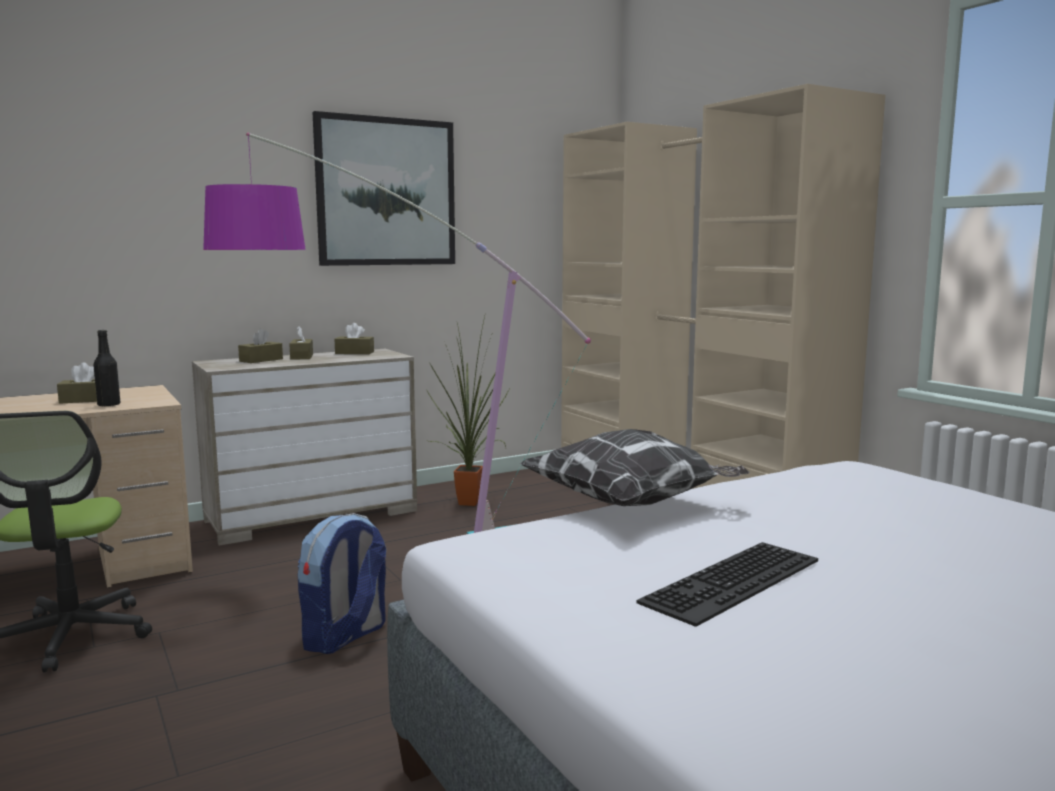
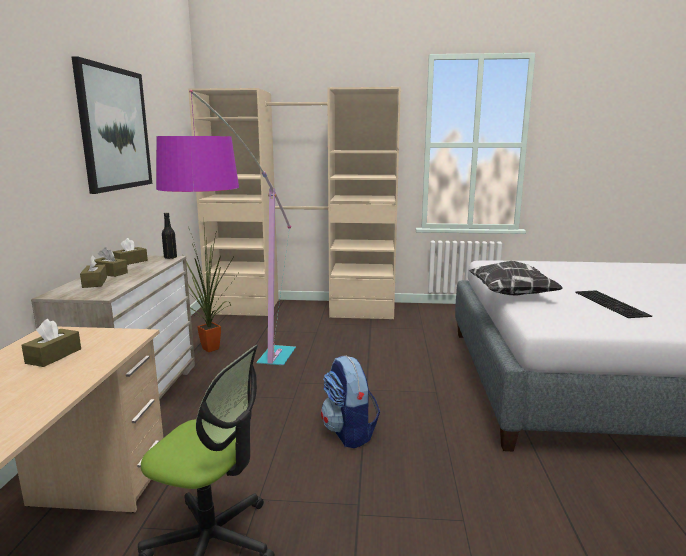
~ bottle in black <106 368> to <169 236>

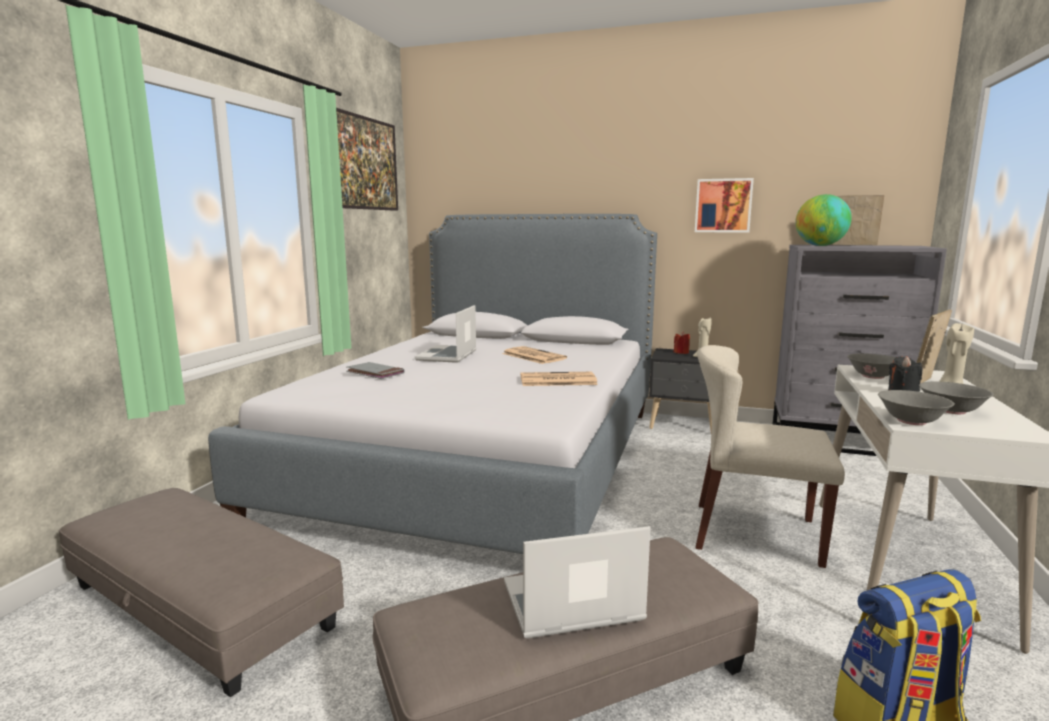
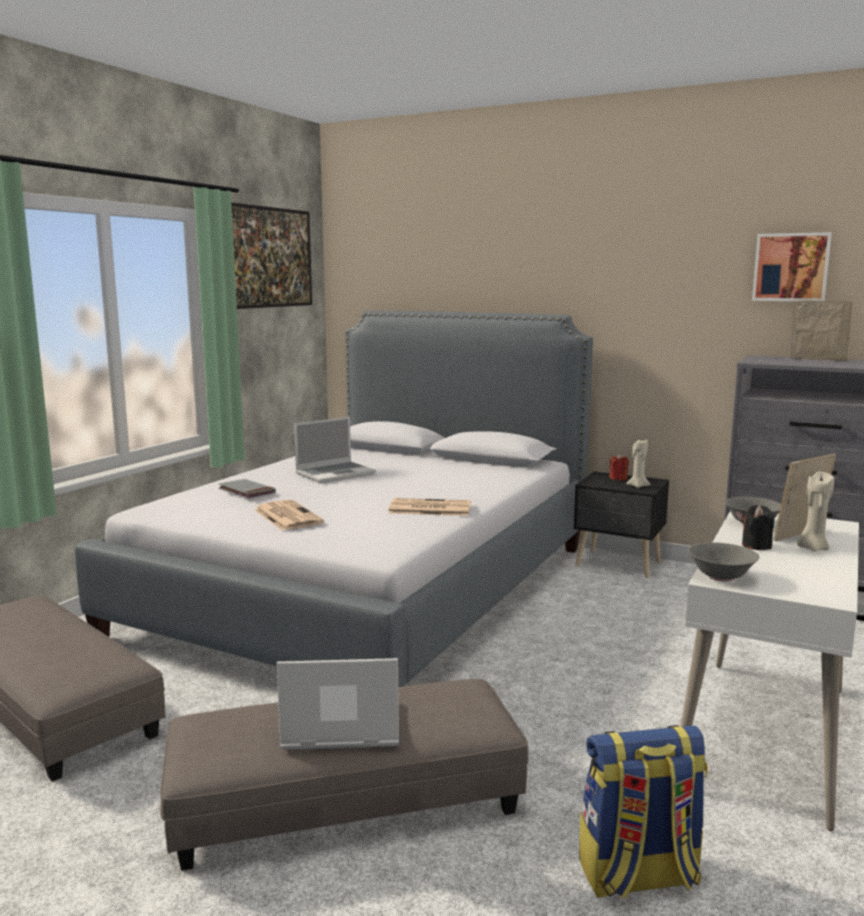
~ picture <724 205> to <792 266>
- globe <823 220>
~ laptop <446 334> = <335 450> 150 degrees counterclockwise
- chair in beige <770 456>
~ newspaper <534 355> to <289 515>
- bowl in grey <956 397>

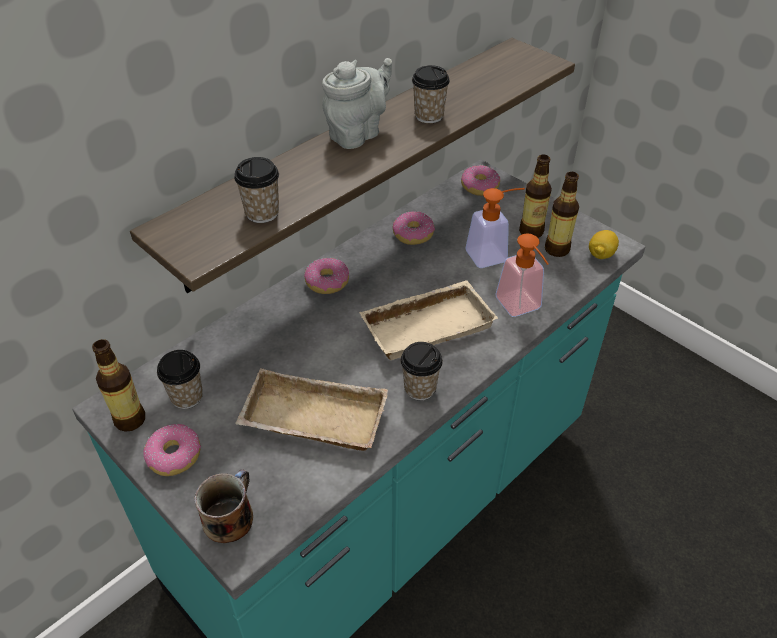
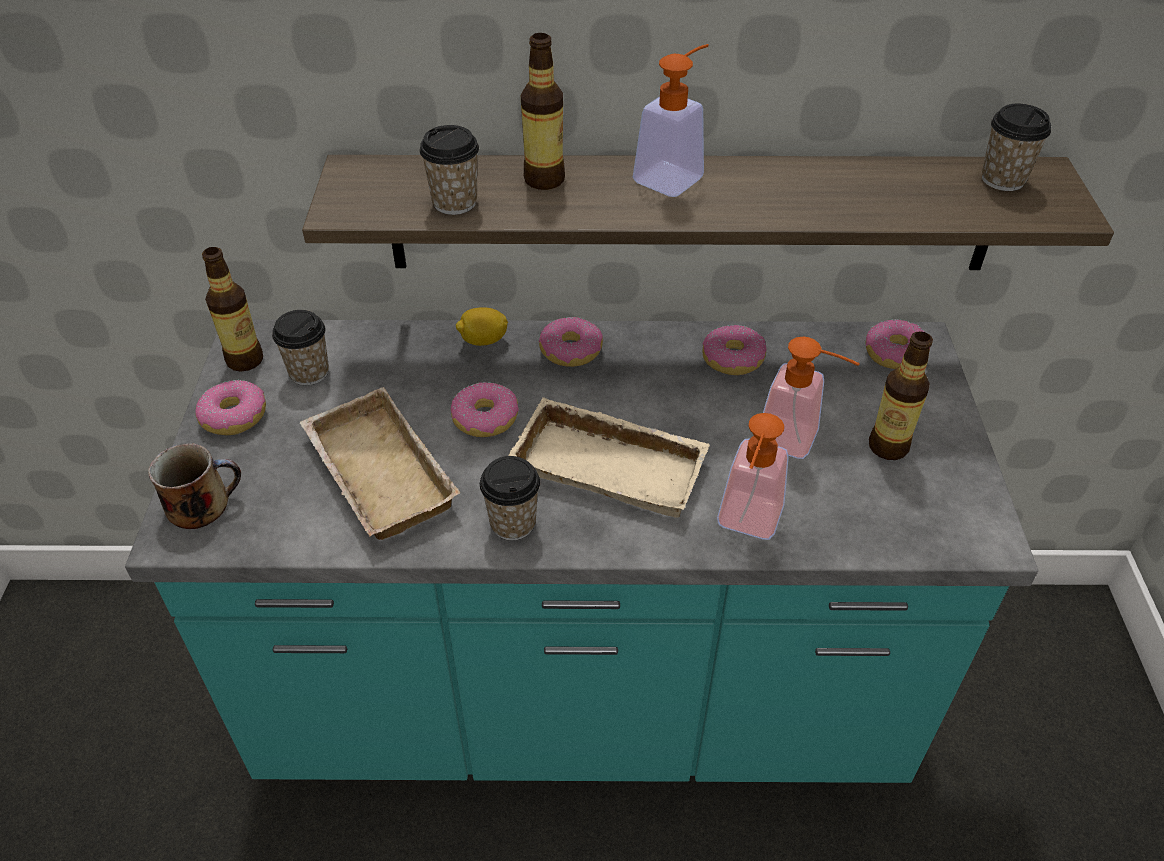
~ teapot in grey <357 103> to soap dispenser <671 120>
~ cup <431 94> to <1016 147>
~ bottle <562 214> to <543 111>
~ lemon <604 244> to <482 326>
+ donut <485 409>

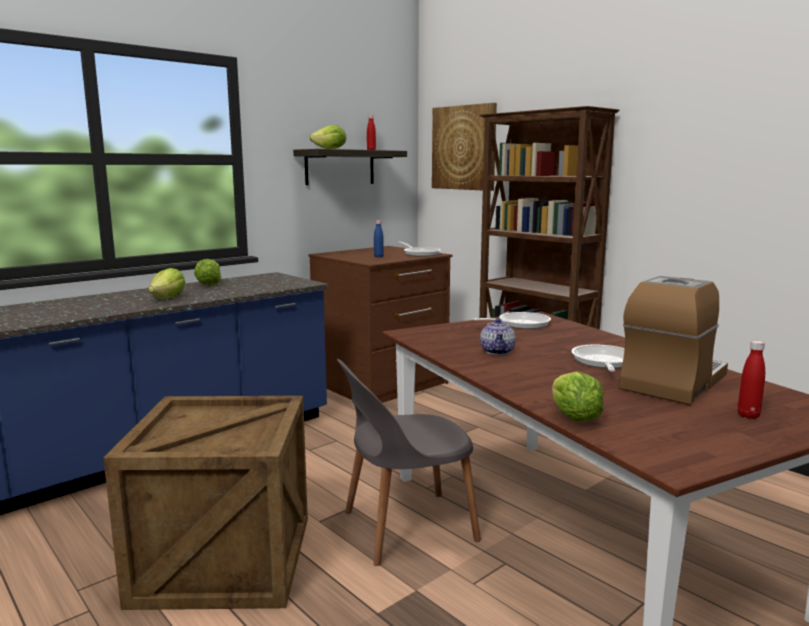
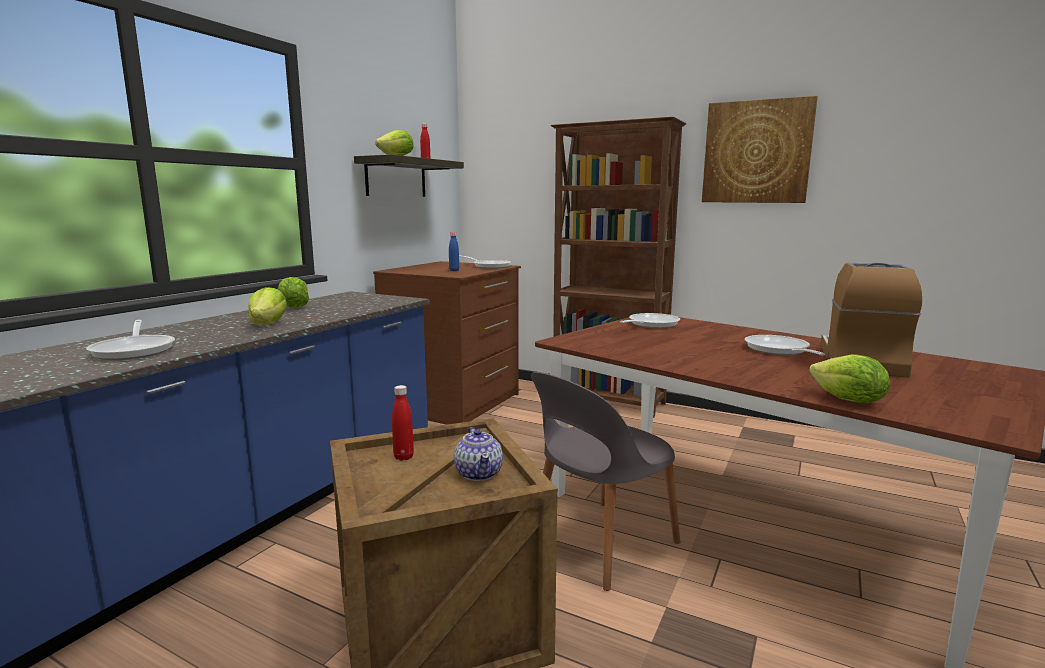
~ picture <464 147> to <760 149>
~ teapot <498 336> to <478 454>
~ bottle in red <751 380> to <403 423>
+ frying pan <130 340>

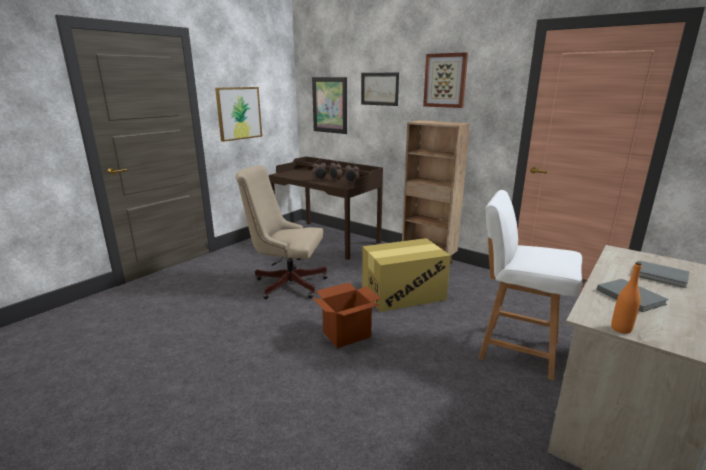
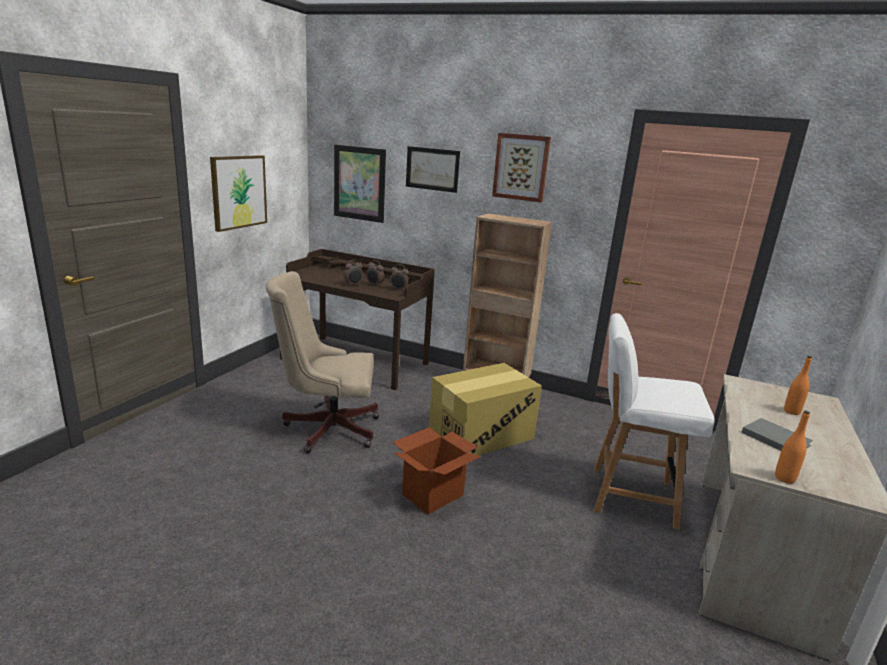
~ book in grey <664 274> to bottle in orange <798 385>

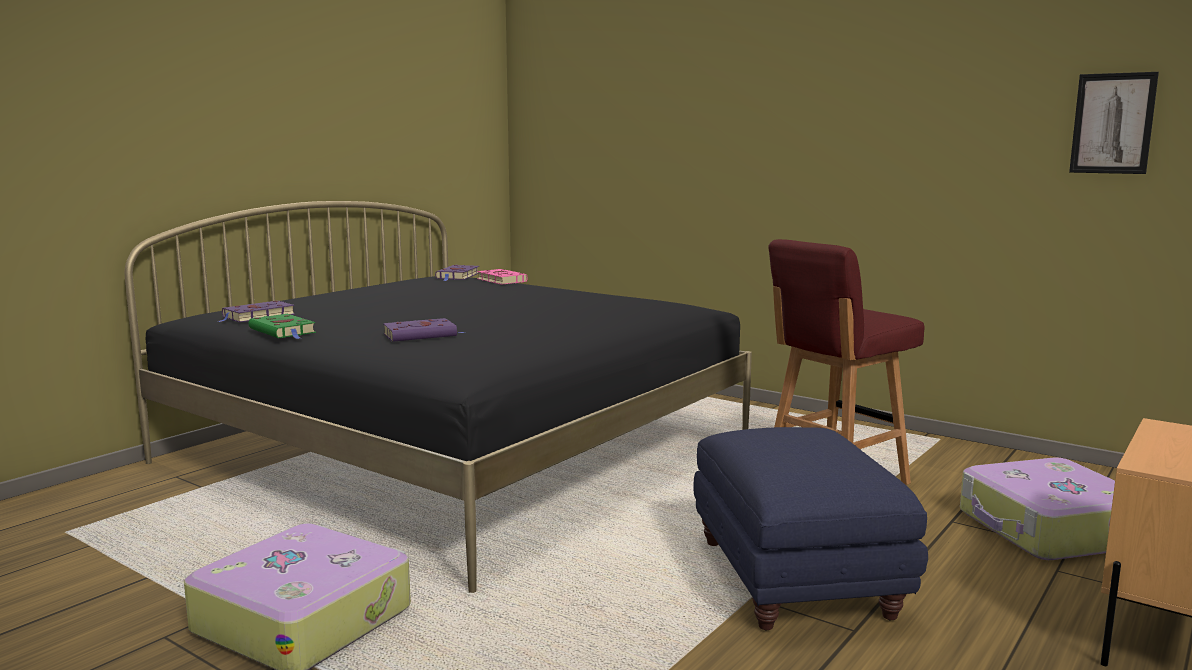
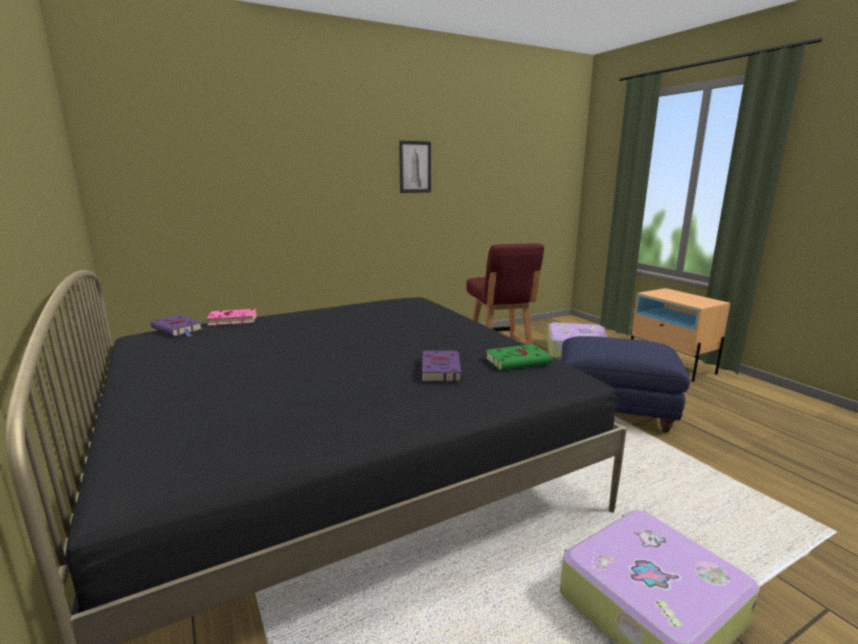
~ picture <1114 123> to <415 167>
- book in purple <256 311>
~ book in green <282 326> to <519 357>

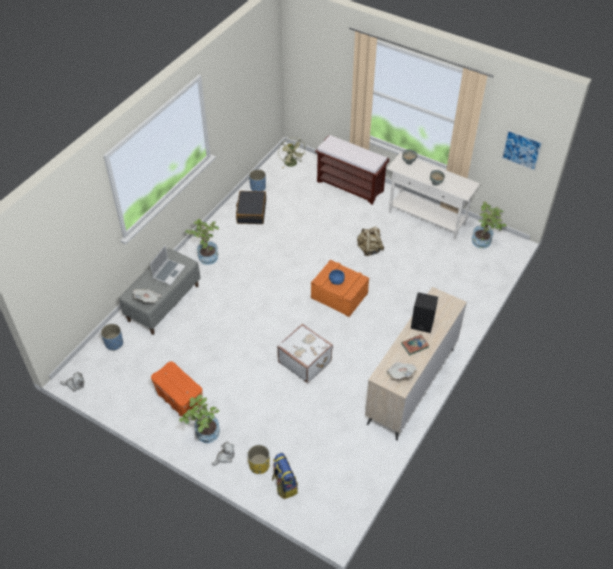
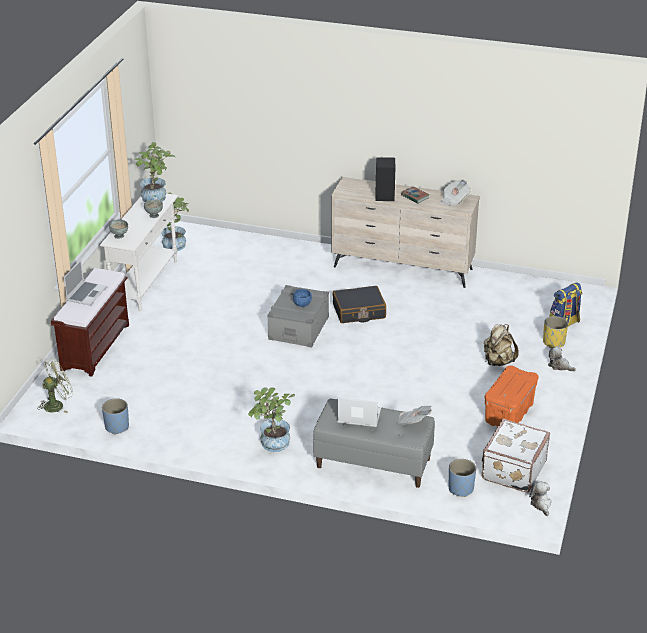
- picture <522 150>
~ suitcase in black <251 207> to <359 304>
~ backpack in beige <370 241> to <501 345>
~ storage box in orange <340 288> to storage box in grey <298 316>
~ suitcase in white <305 353> to <516 456>
~ potted plant <199 418> to <154 172>
+ laptop <85 282>

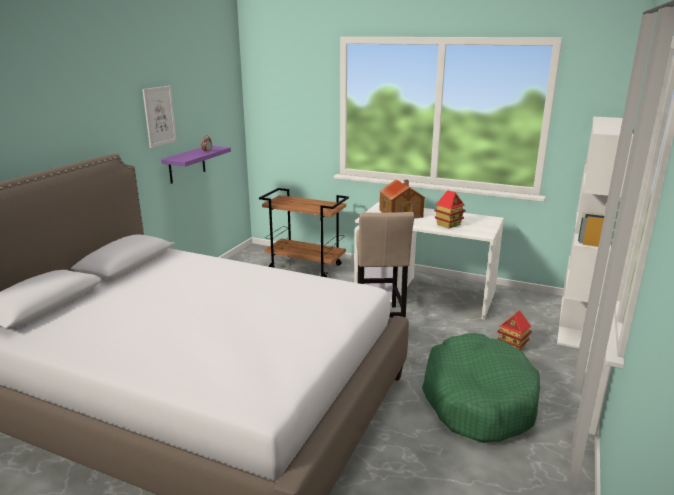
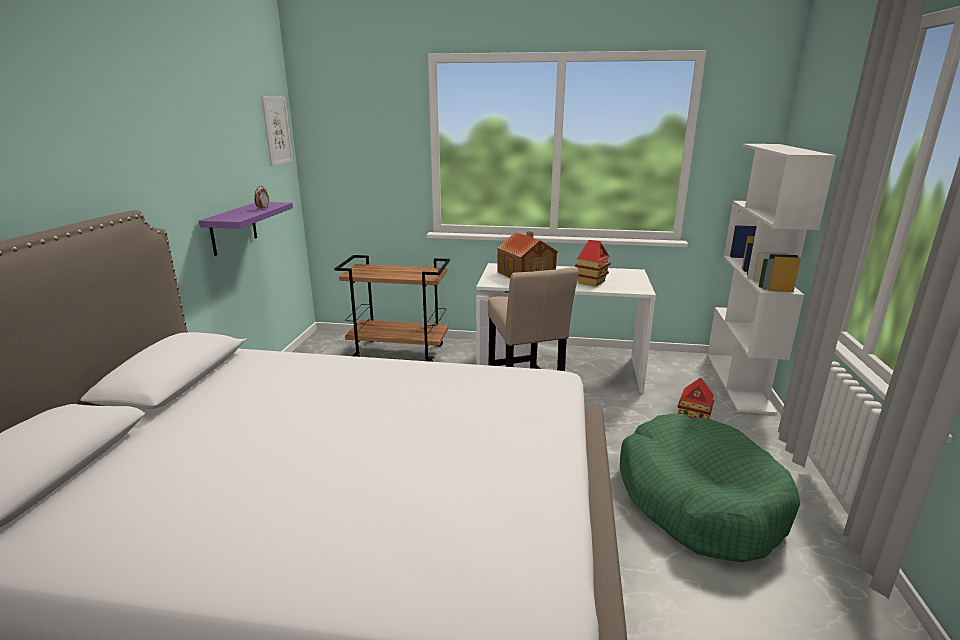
~ picture <159 117> to <277 131>

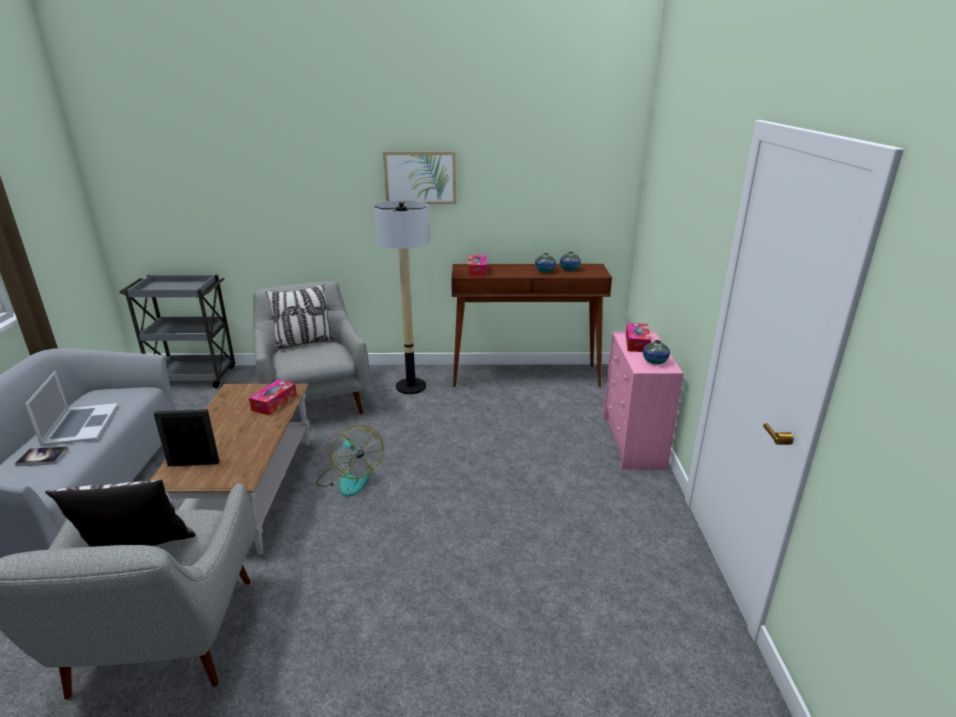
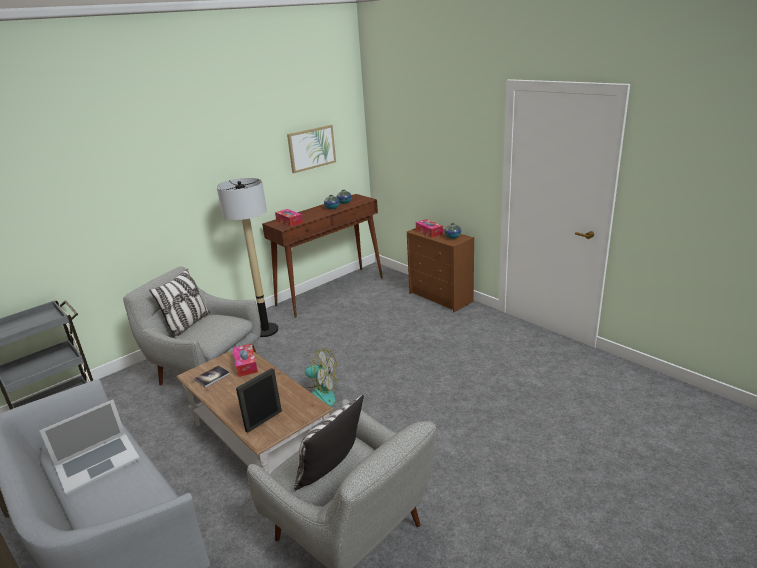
~ picture <419 177> to <311 149>
~ dresser in pink <643 401> to dresser in brown <440 270>
~ laptop <71 408> = <89 447> 105 degrees clockwise
~ book <41 456> to <212 376>

